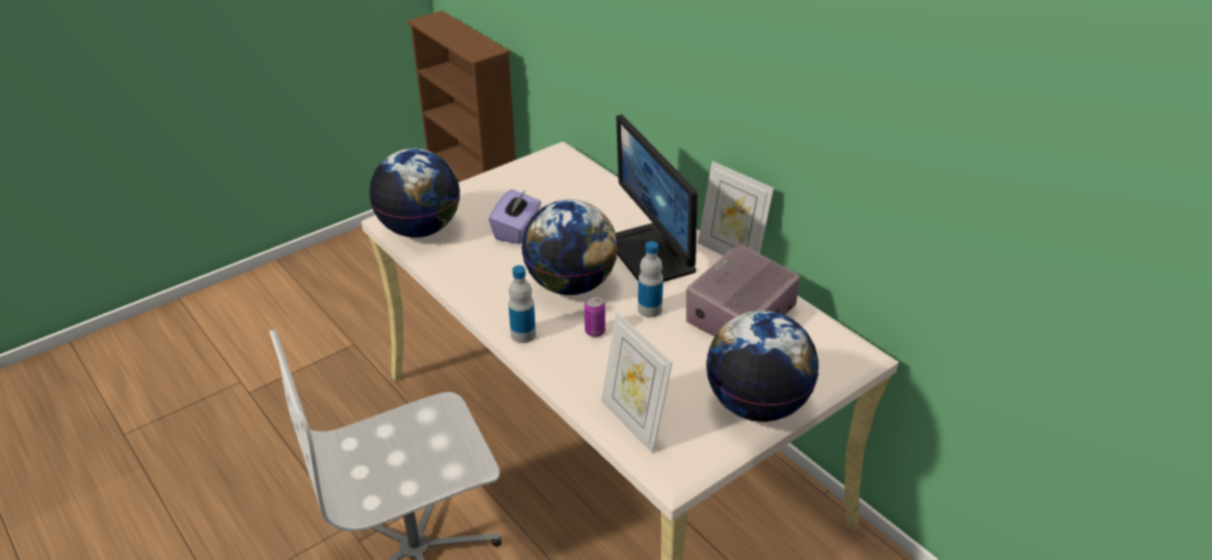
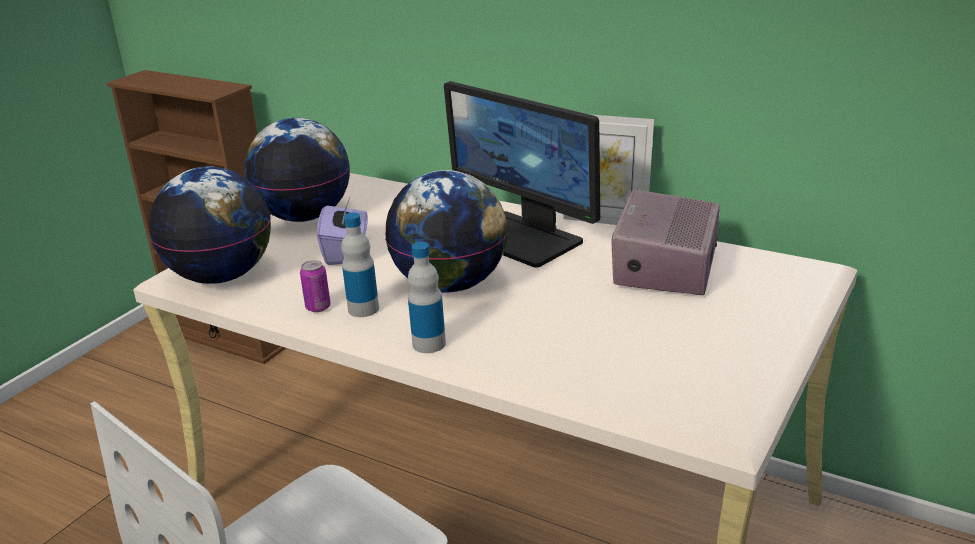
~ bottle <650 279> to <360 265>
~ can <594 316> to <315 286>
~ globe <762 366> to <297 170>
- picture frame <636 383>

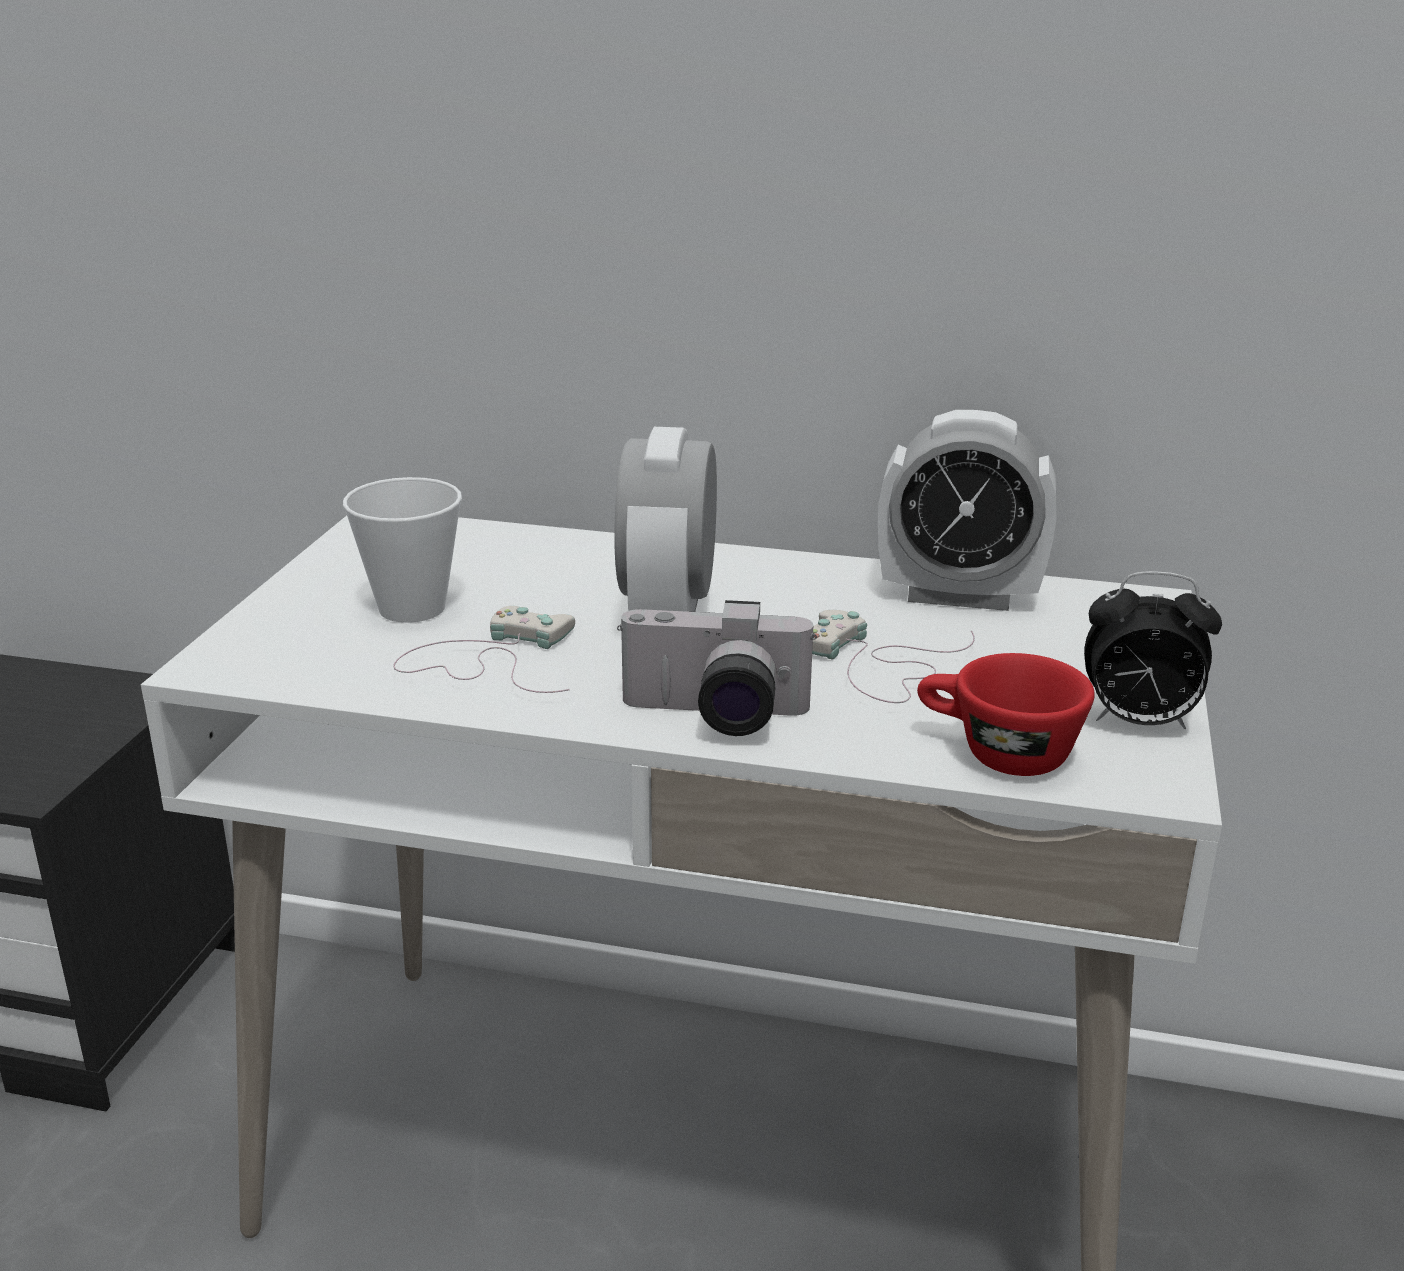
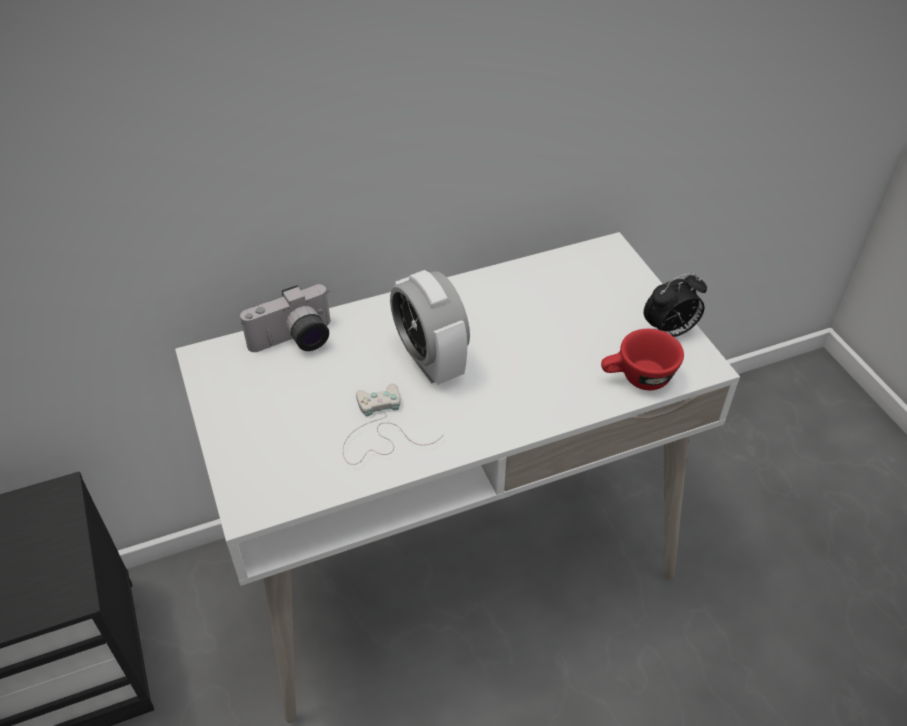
- alarm clock <967 510>
- cup <402 550>
~ photo camera <717 668> to <285 318>
- game controller in white <893 656>

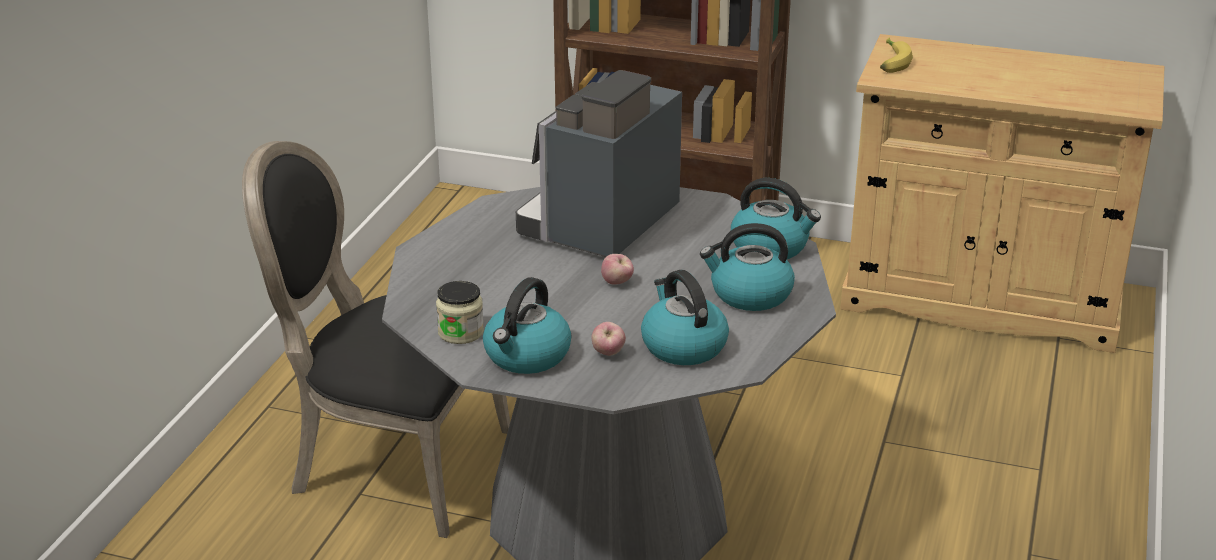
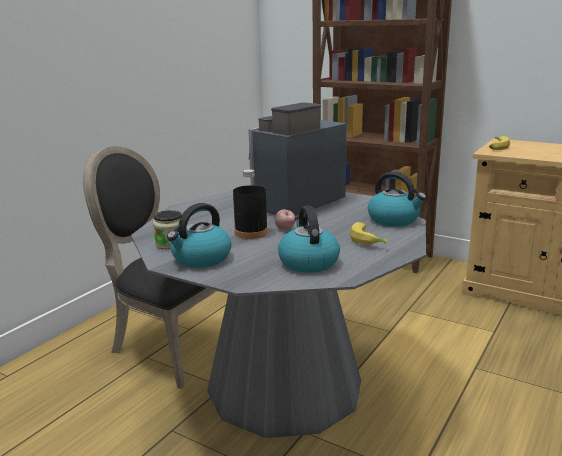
~ kettle <747 267> to banana <368 233>
- apple <608 339>
+ bottle in black <250 204>

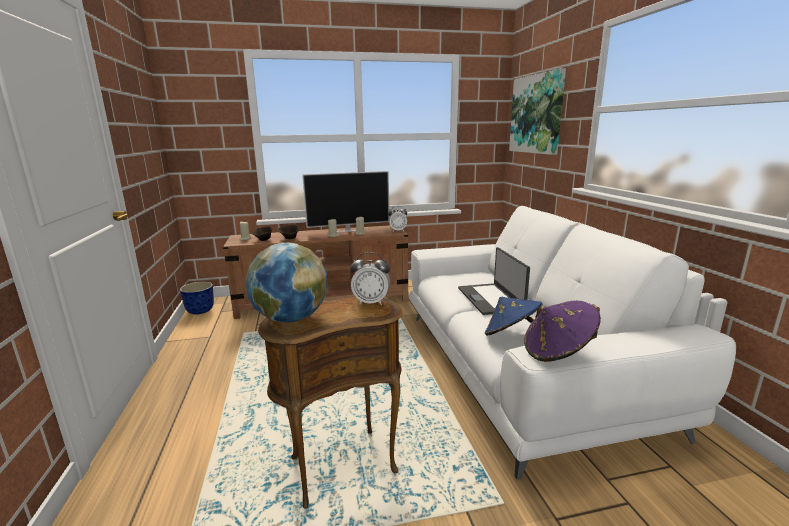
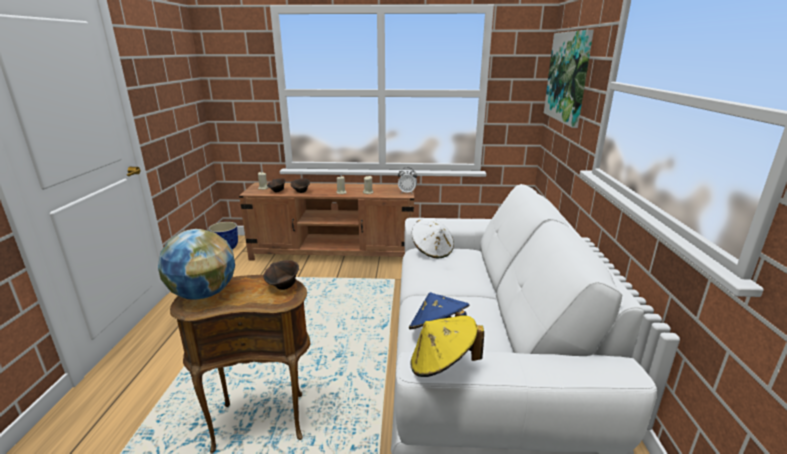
- television <345 202>
- laptop <494 281>
~ alarm clock <370 278> to bowl in brown <281 275>
~ hat in purple <562 331> to hat in yellow <447 346>
+ hat in white <433 238>

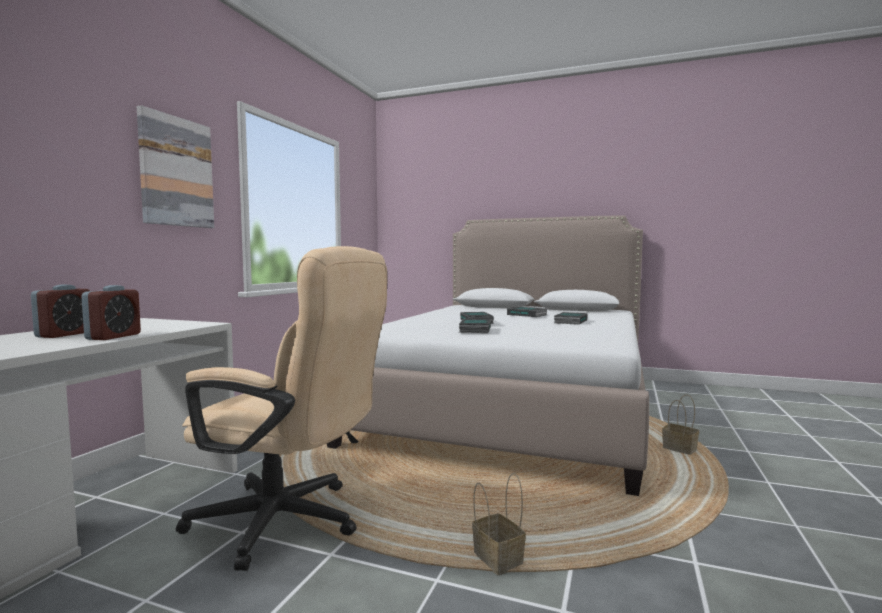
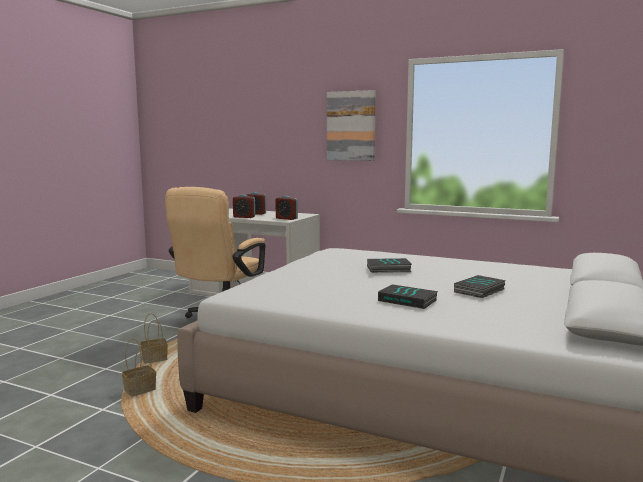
- book <475 326>
~ basket <680 425> to <139 368>
+ alarm clock <286 208>

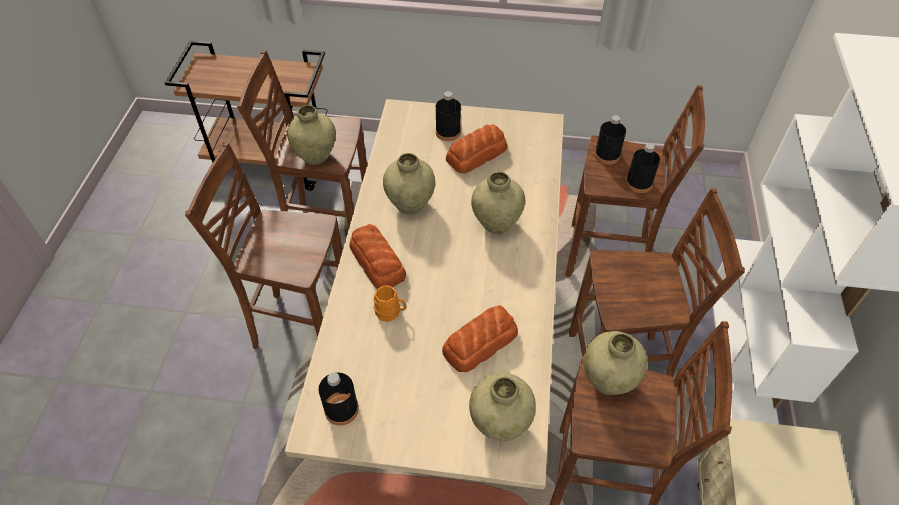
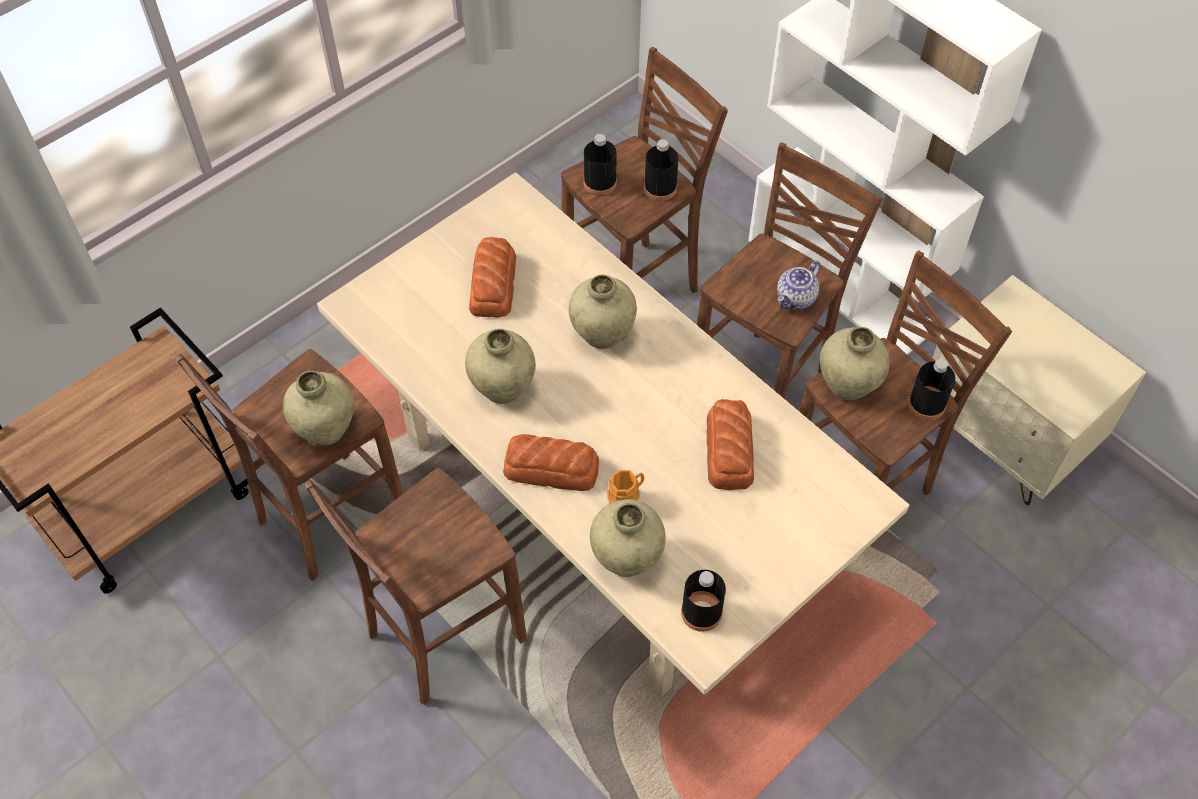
~ bottle in black <448 116> to <932 389>
~ vase in beige <502 407> to <628 538>
+ teapot <798 285>

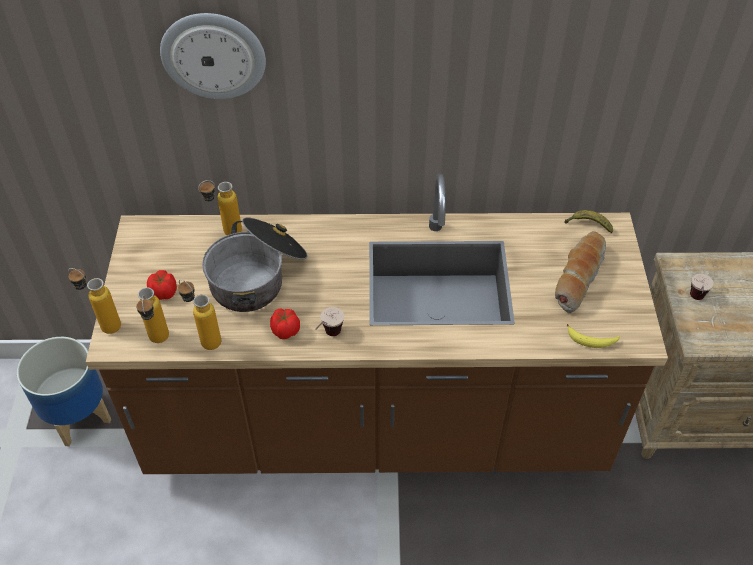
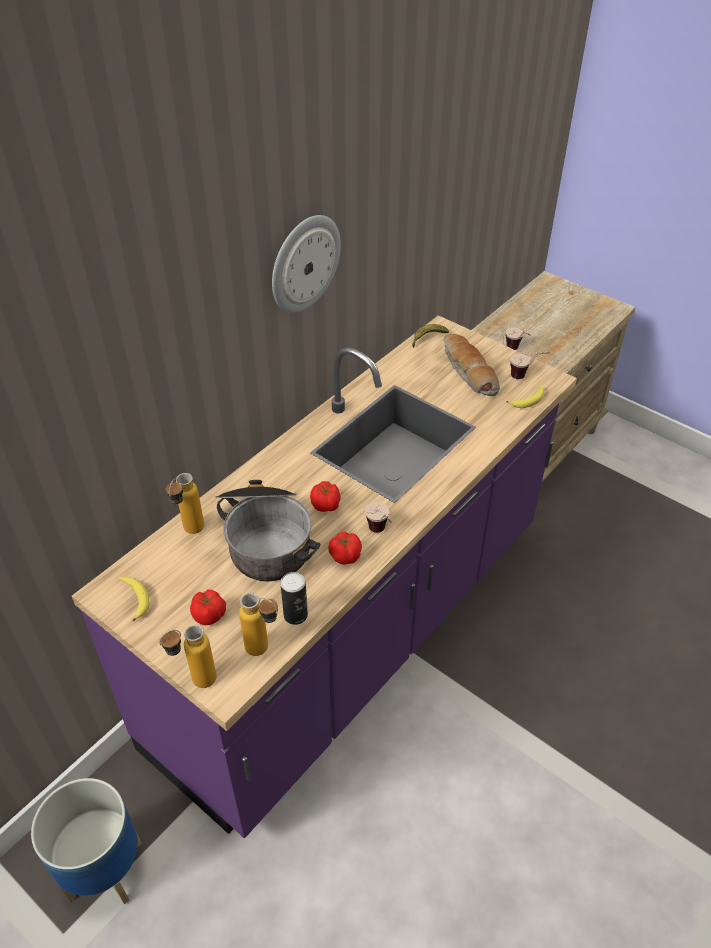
~ wall clock <213 56> to <306 264>
~ counter in brown <377 323> to counter in purple <324 576>
~ bottle <199 314> to can <294 598>
+ cup <530 365>
+ tomato <325 496>
+ banana <134 599>

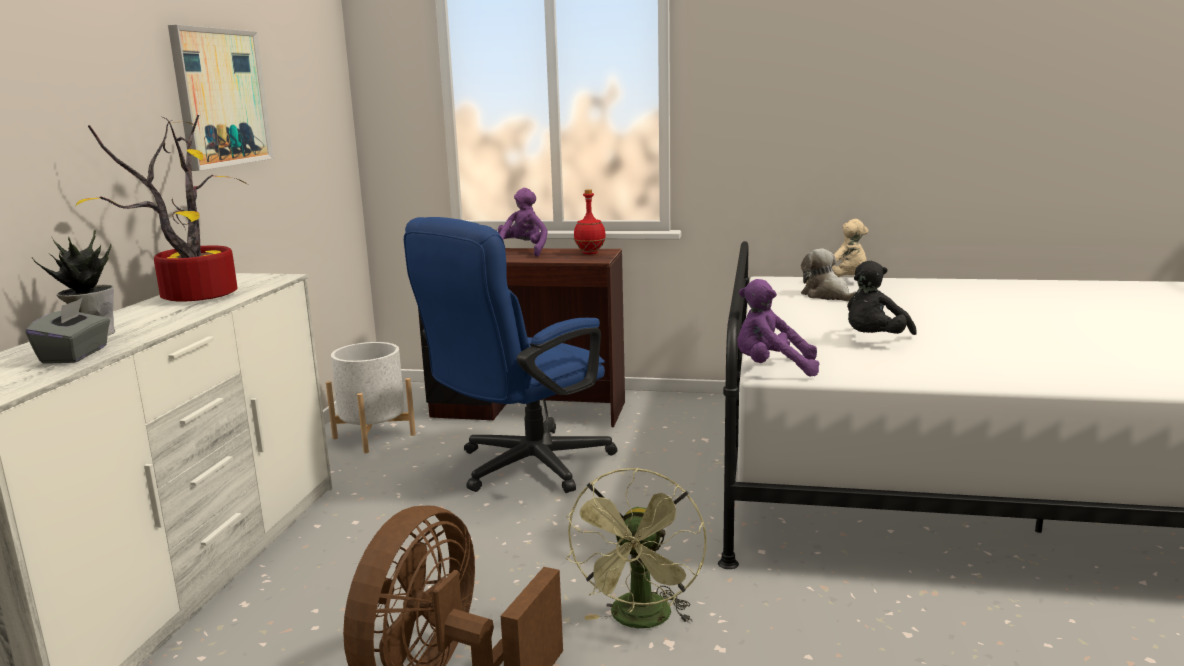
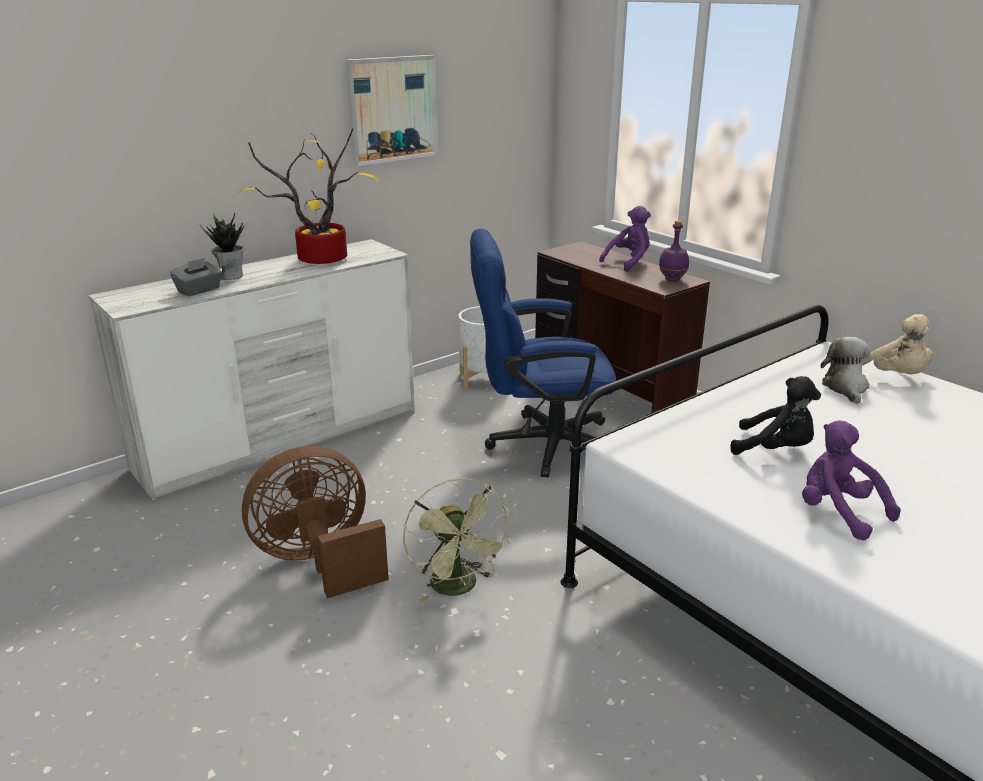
~ bottle in red <590 221> to bottle in purple <674 251>
~ plush toy in black <882 298> = <775 415> 150 degrees counterclockwise
~ plush toy in purple <778 328> to <851 480>
~ fan in green <636 547> = <457 540> 75 degrees counterclockwise

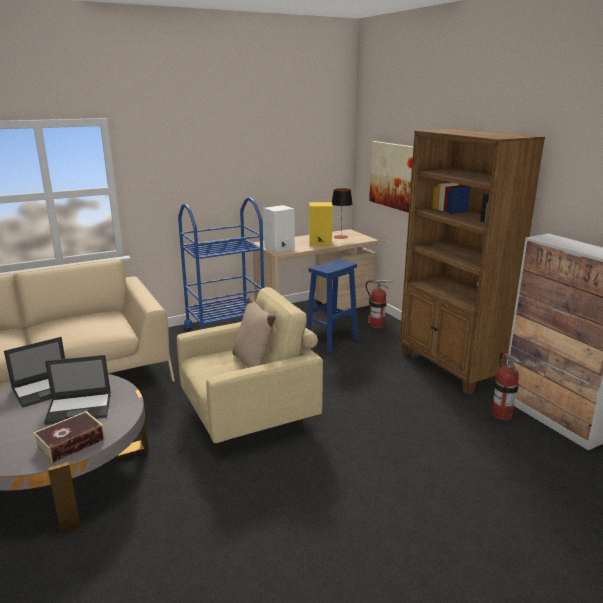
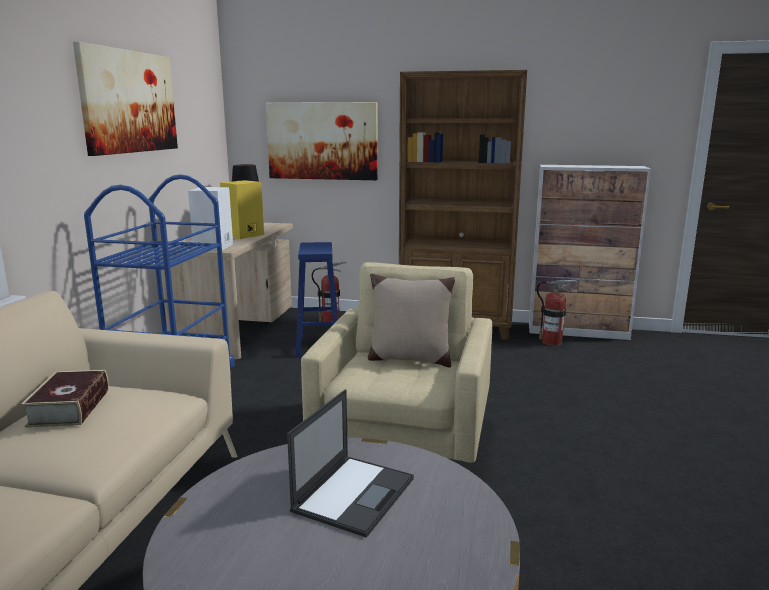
- laptop <34 372>
~ book <69 437> to <65 398>
+ picture <125 98>

